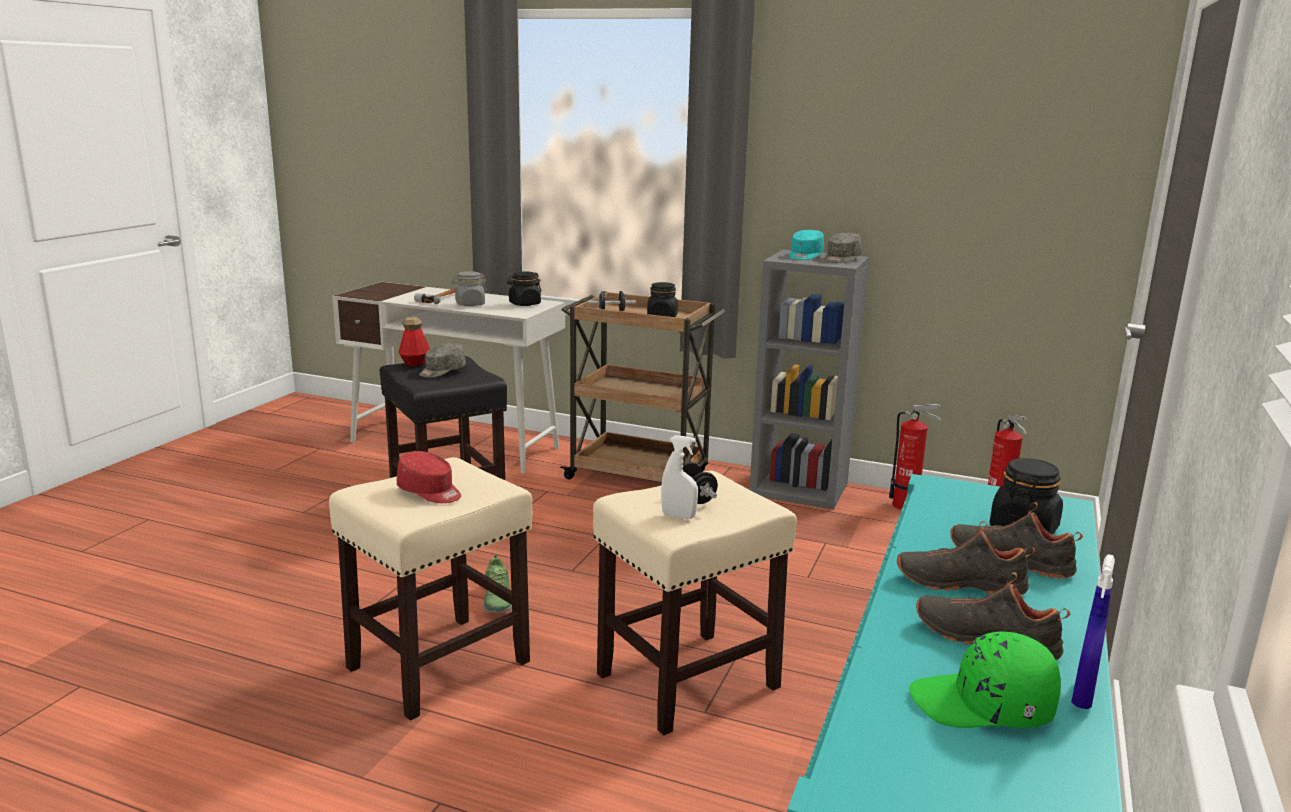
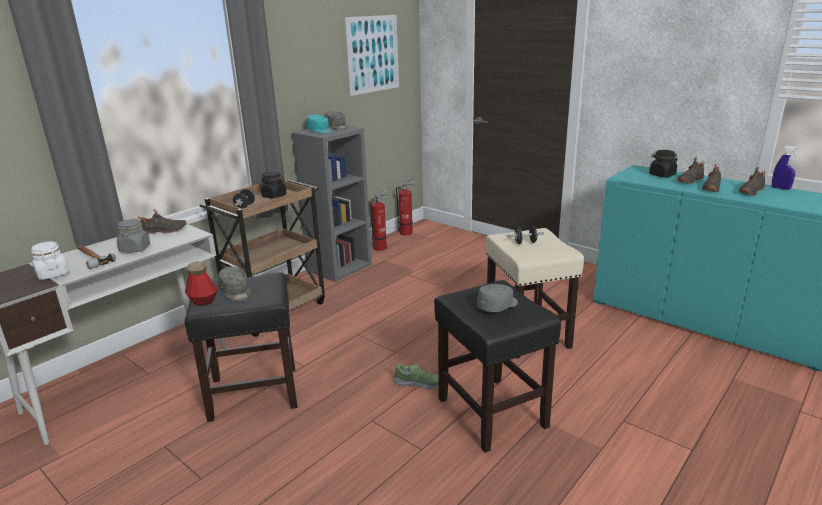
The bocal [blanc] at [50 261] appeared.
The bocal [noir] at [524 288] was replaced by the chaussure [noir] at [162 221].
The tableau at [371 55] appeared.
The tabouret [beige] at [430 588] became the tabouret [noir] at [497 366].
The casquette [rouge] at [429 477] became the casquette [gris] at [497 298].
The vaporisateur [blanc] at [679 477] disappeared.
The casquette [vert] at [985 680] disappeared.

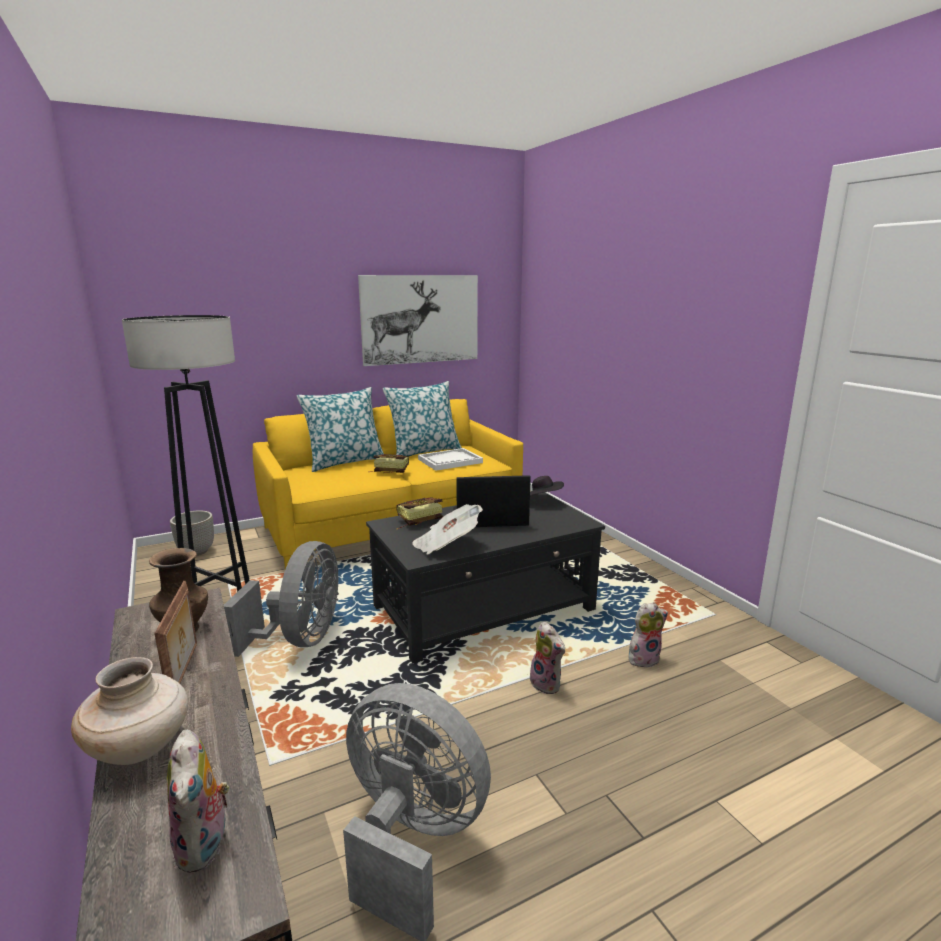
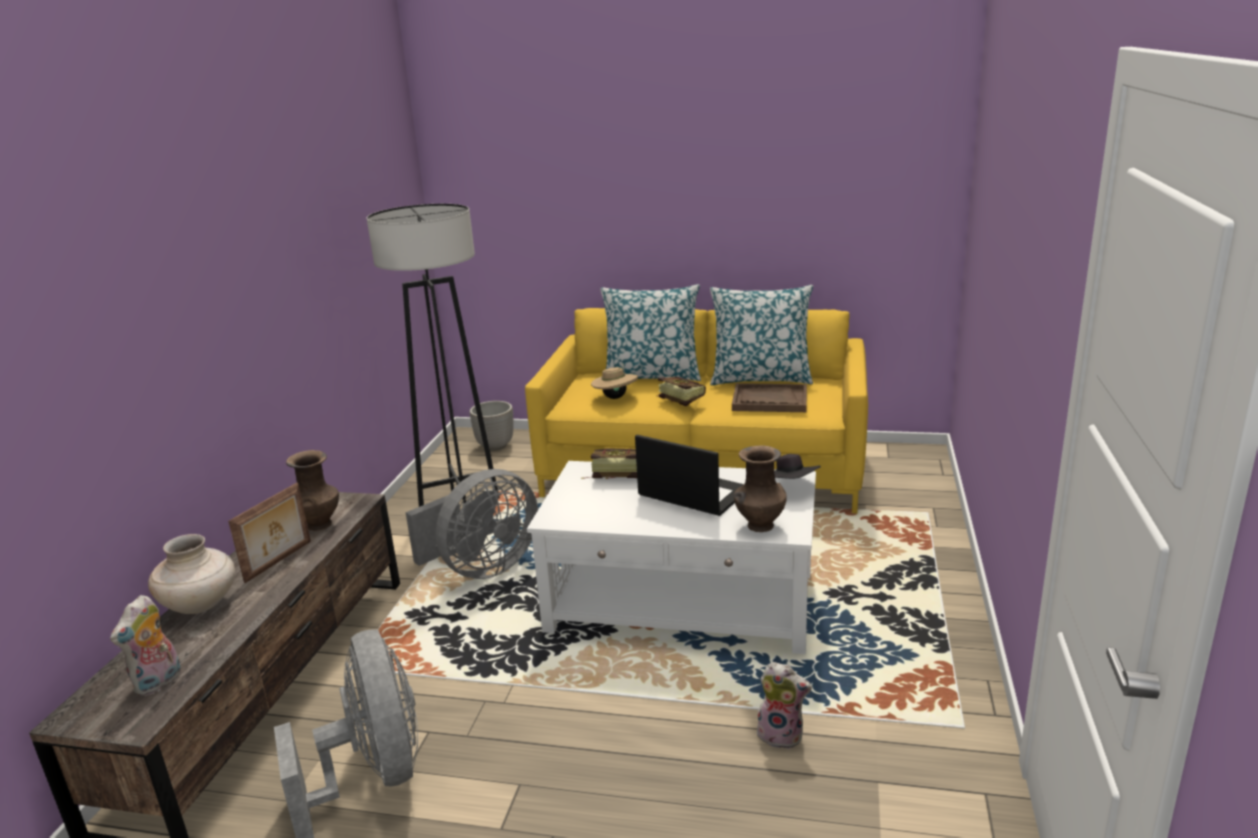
The table basse [noir] at [485 577] became the table basse [blanc] at [671 557].
The chapeau [beige] at [614 381] appeared.
The plateau [blanc] at [450 459] became the plateau [marron] at [769 397].
The vase [marron] at [760 488] appeared.
The tableau at [418 320] disappeared.
The journal at [447 529] disappeared.
The peluche at [546 658] disappeared.

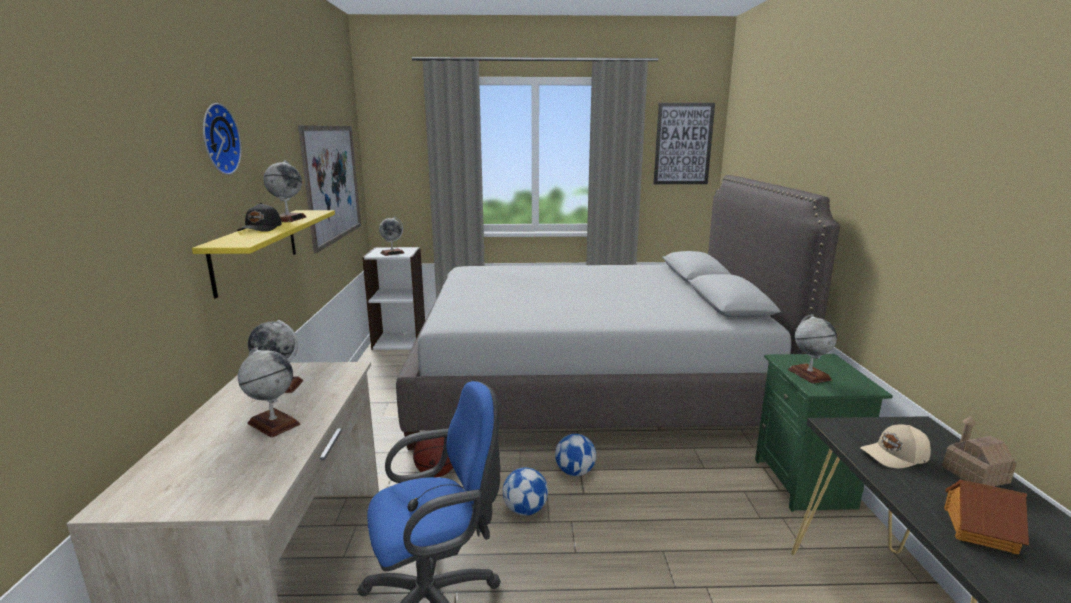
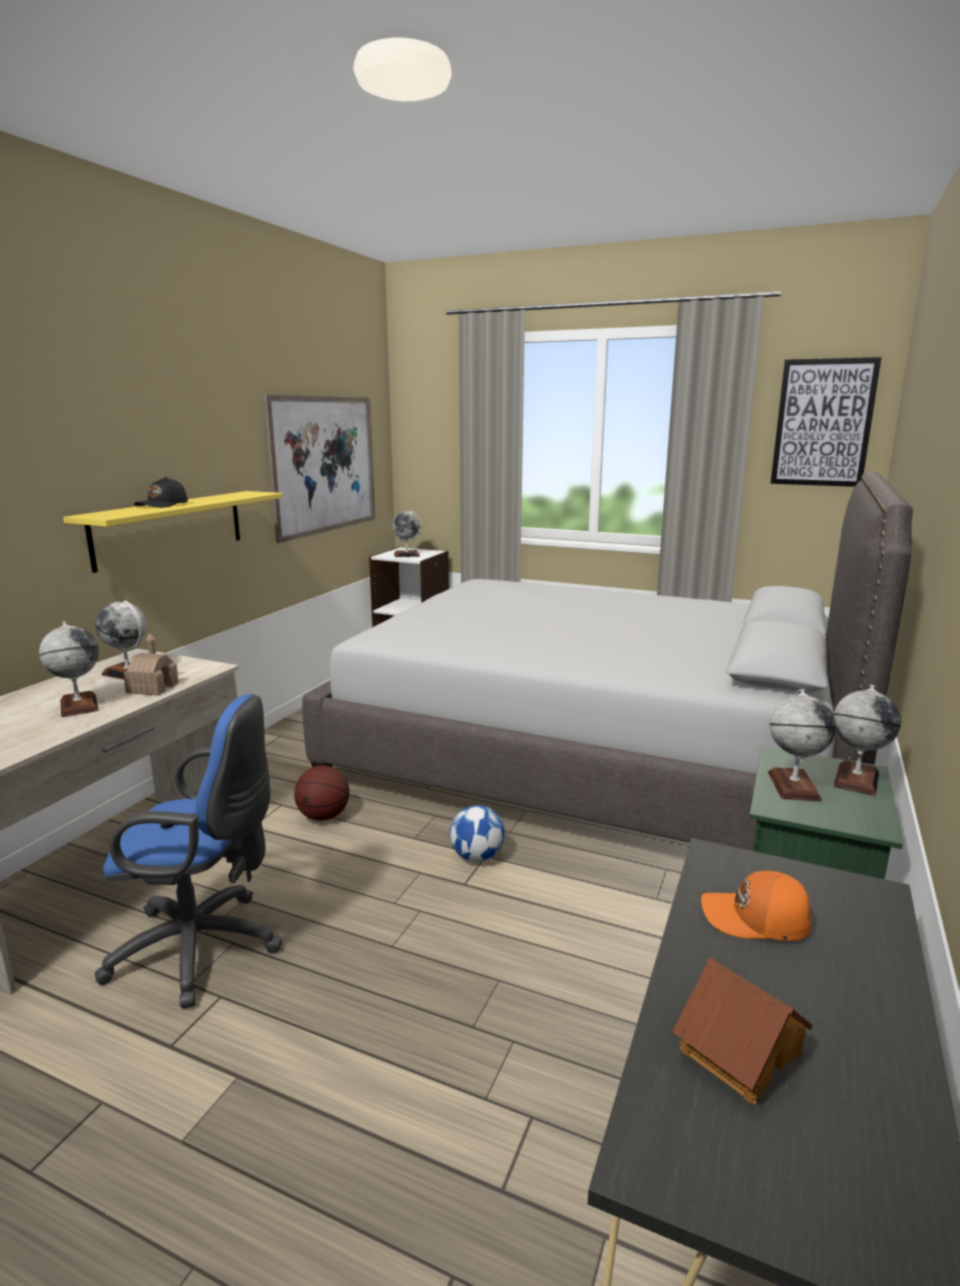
The maison miniature moved from [979 451] to [151 665].
The casquette [beige] at [895 446] became the casquette [orange] at [756 906].
The globe moved from [284 191] to [867 740].
The horloge murale at [222 139] disappeared.
The ballon de foot at [525 491] disappeared.

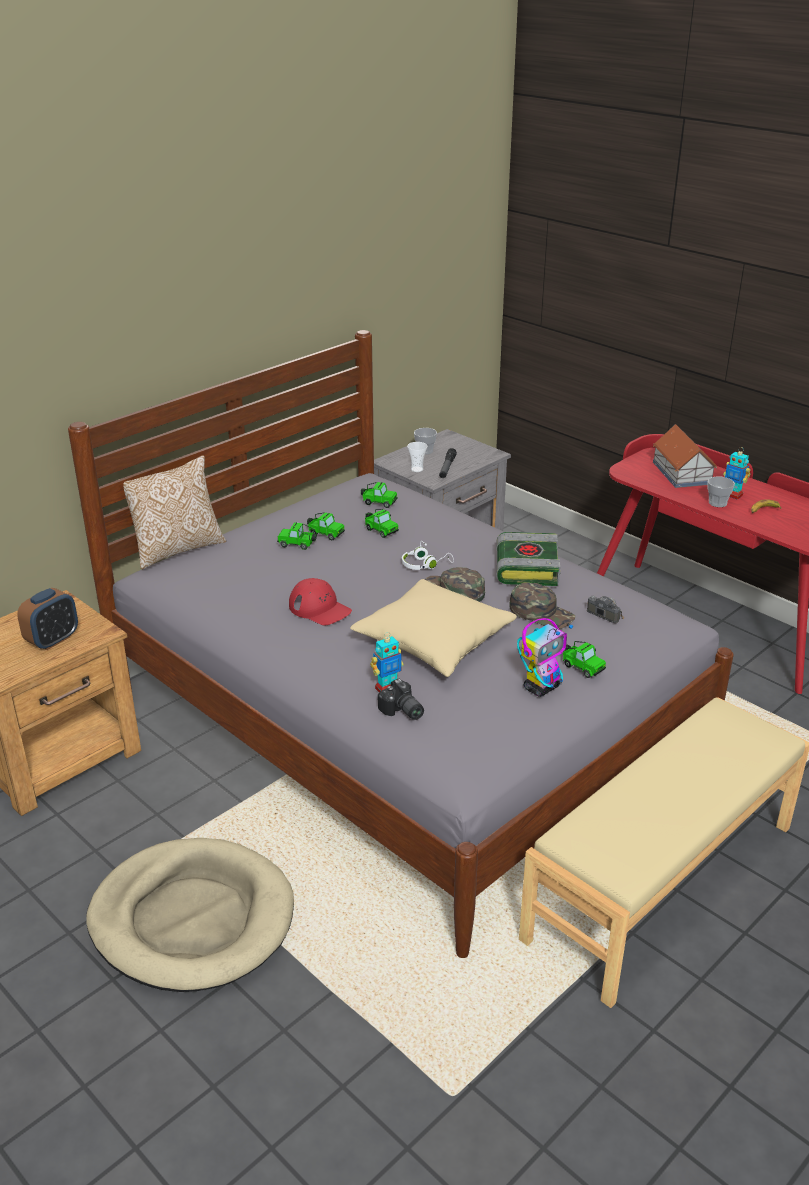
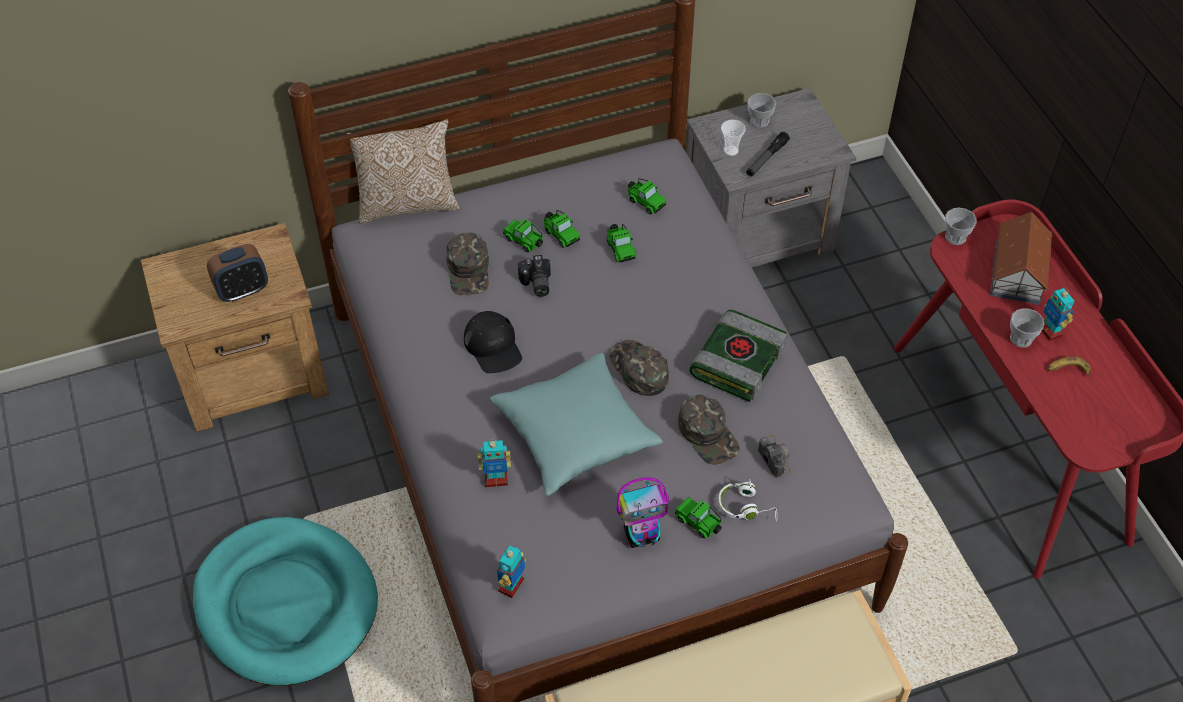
The panier pour chien [beige] at [190 915] became the panier pour chien [turquoise] at [285 601].
The casquette [vert] at [467 264] appeared.
The casquette [rouge] at [320 601] became the casquette [noir] at [493 342].
The coussin [beige] at [433 628] became the coussin [turquoise] at [576 424].
The robot jouet at [511 571] appeared.
The appareil photo moved from [401 699] to [534 276].
The petite voiture at [584 659] turned 150 degrees clockwise.
The casque audio [blanc] moved from [428 555] to [747 500].
The tasse at [961 226] appeared.

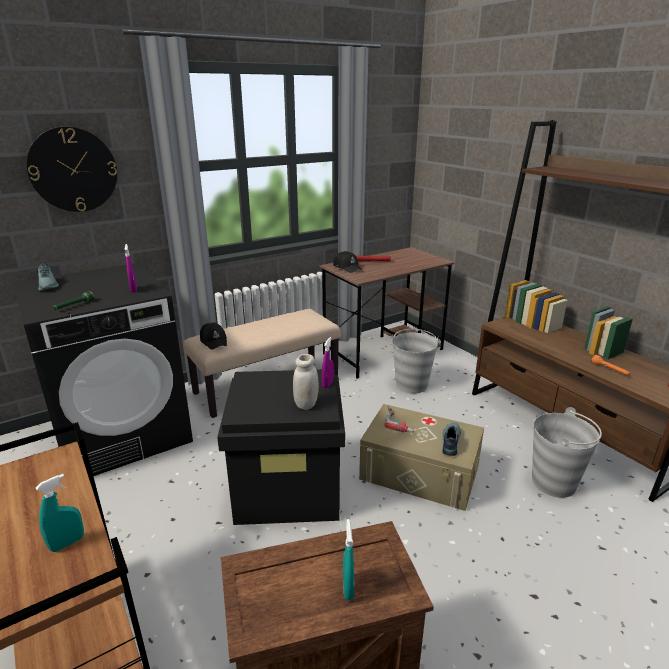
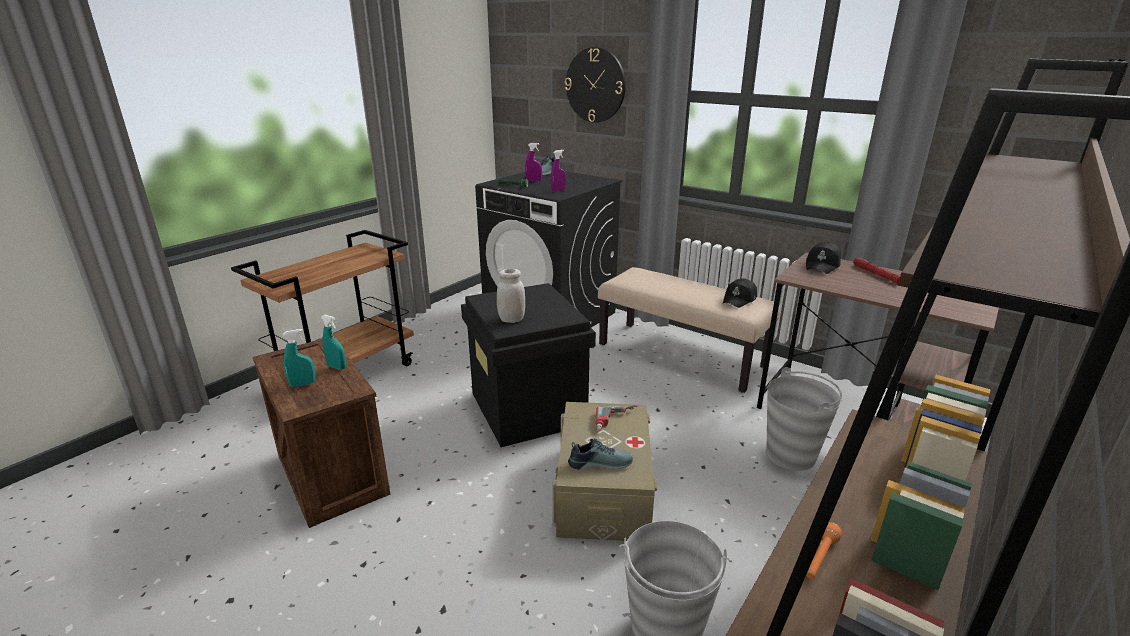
The vaporisateur [turquoise] moved from [60 513] to [333 342].
The vaporisateur [violet] moved from [328 362] to [533 162].
The casquette [noir] moved from [213 336] to [740 293].

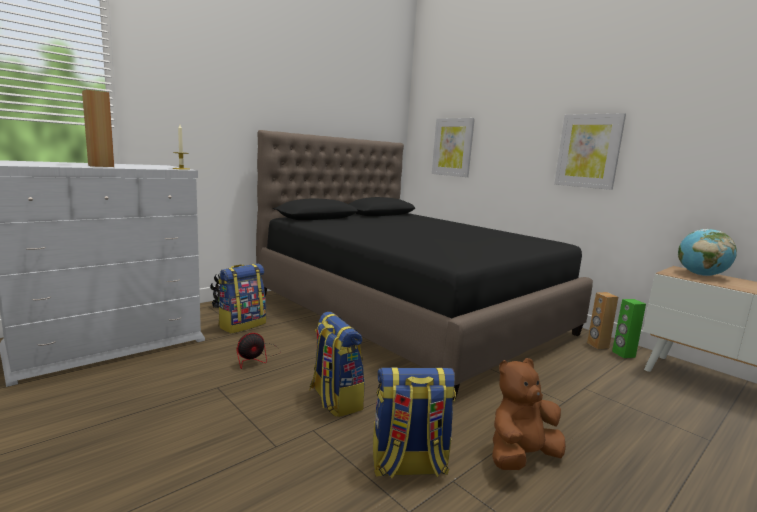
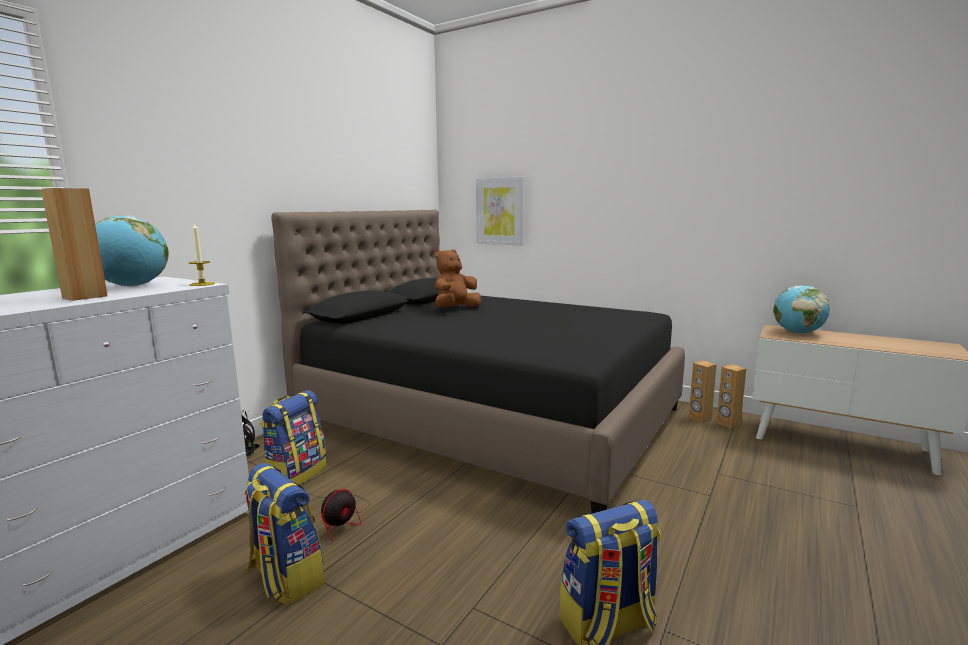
The globe at [132 251] appeared.
The sac à dos moved from [337 364] to [284 534].
The peluche [marron] moved from [529 414] to [458 278].
The enceinte [vert] at [629 328] became the enceinte [marron] at [731 396].
The tableau at [590 151] disappeared.

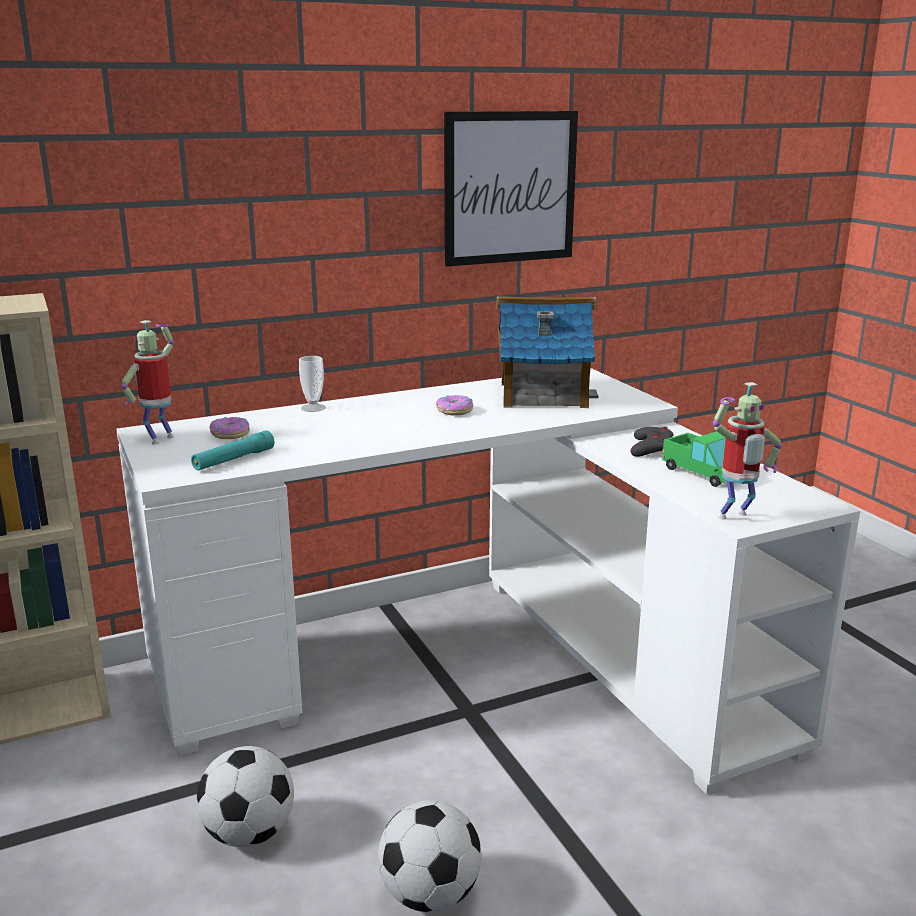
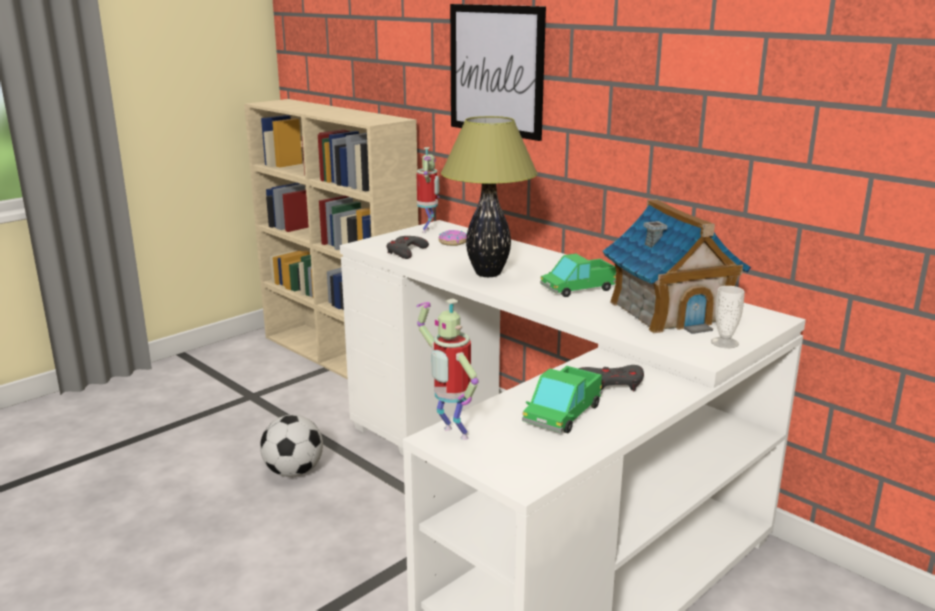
The lampe de poche [turquoise] at [232 450] was replaced by the manette [gris] at [407 247].
The robot jouet at [147 382] turned 90 degrees clockwise.
The lampe de table at [489 196] appeared.
The tableau moved from [511 189] to [498 72].
The beignet at [454 405] was replaced by the camion jouet at [578 275].
The tasse moved from [312 384] to [728 317].
The ballon de foot at [429 856] disappeared.

